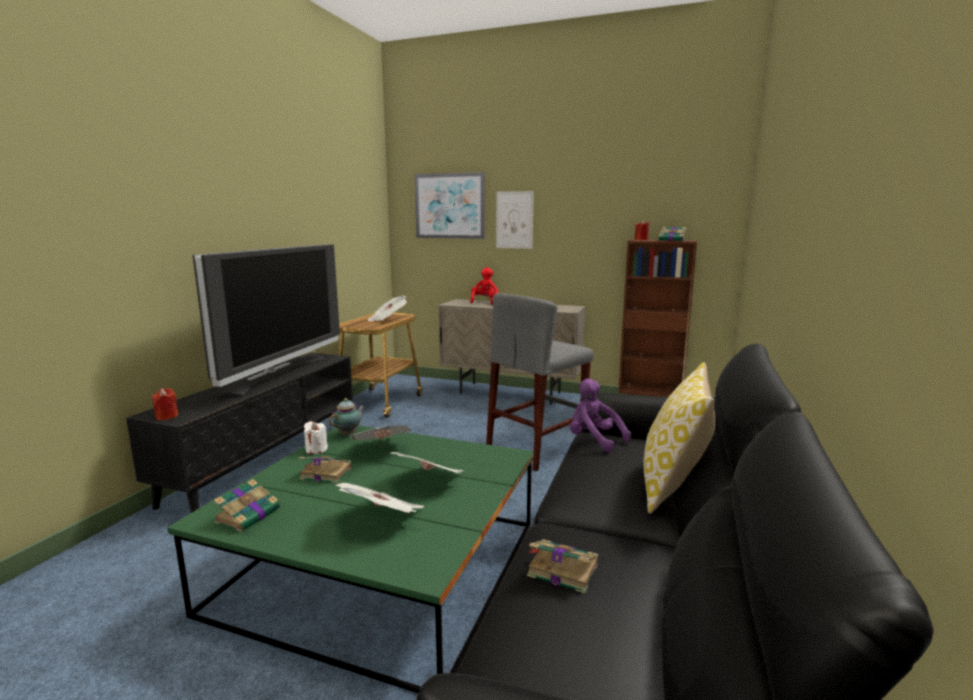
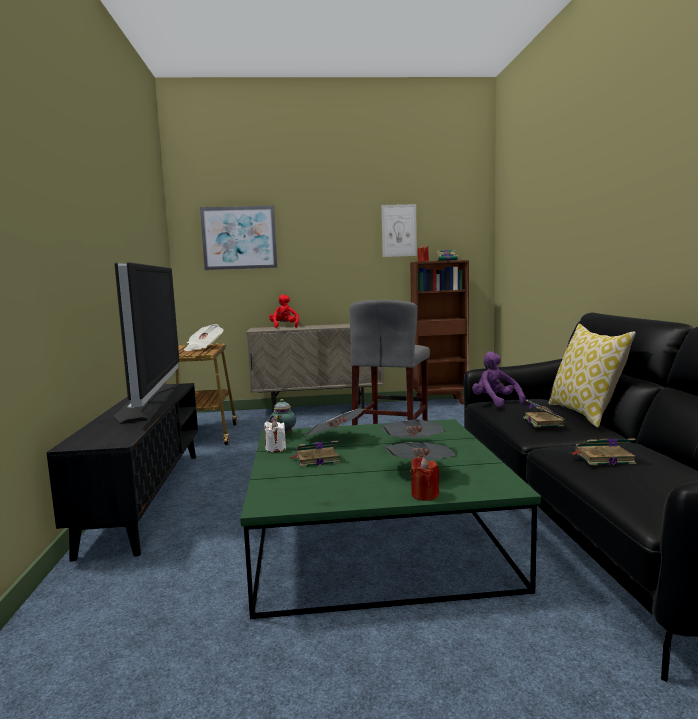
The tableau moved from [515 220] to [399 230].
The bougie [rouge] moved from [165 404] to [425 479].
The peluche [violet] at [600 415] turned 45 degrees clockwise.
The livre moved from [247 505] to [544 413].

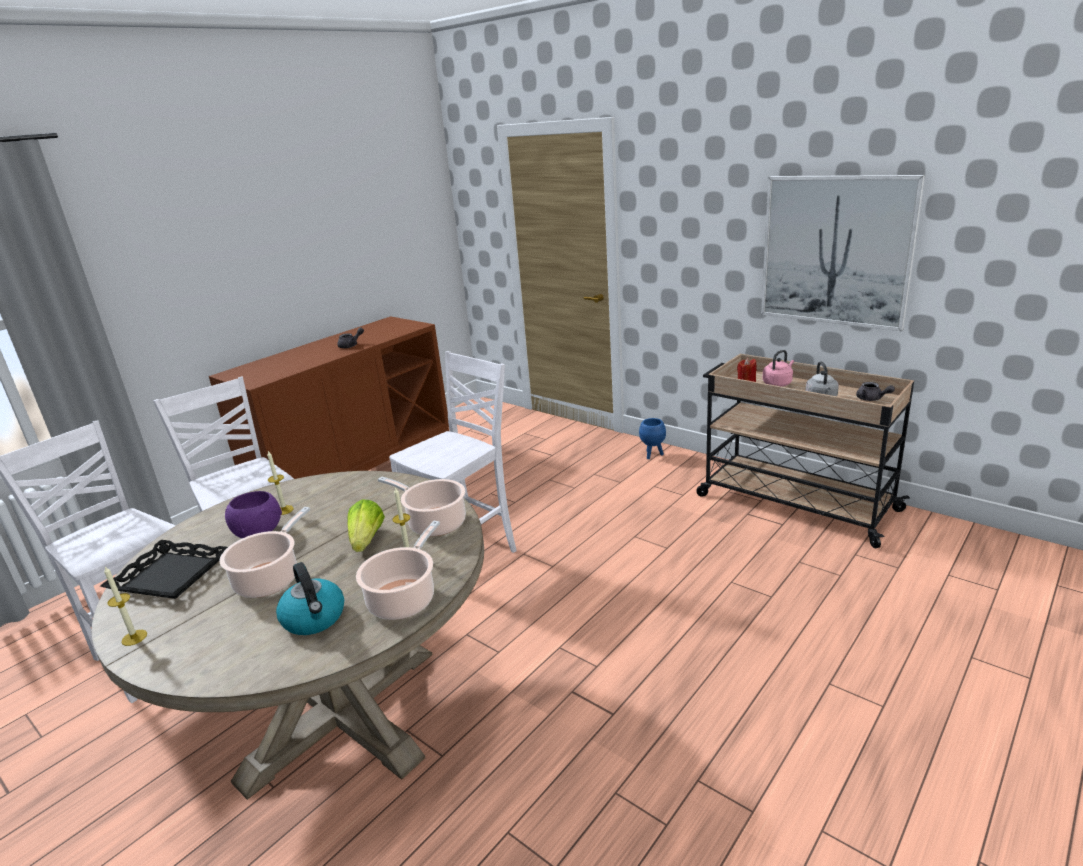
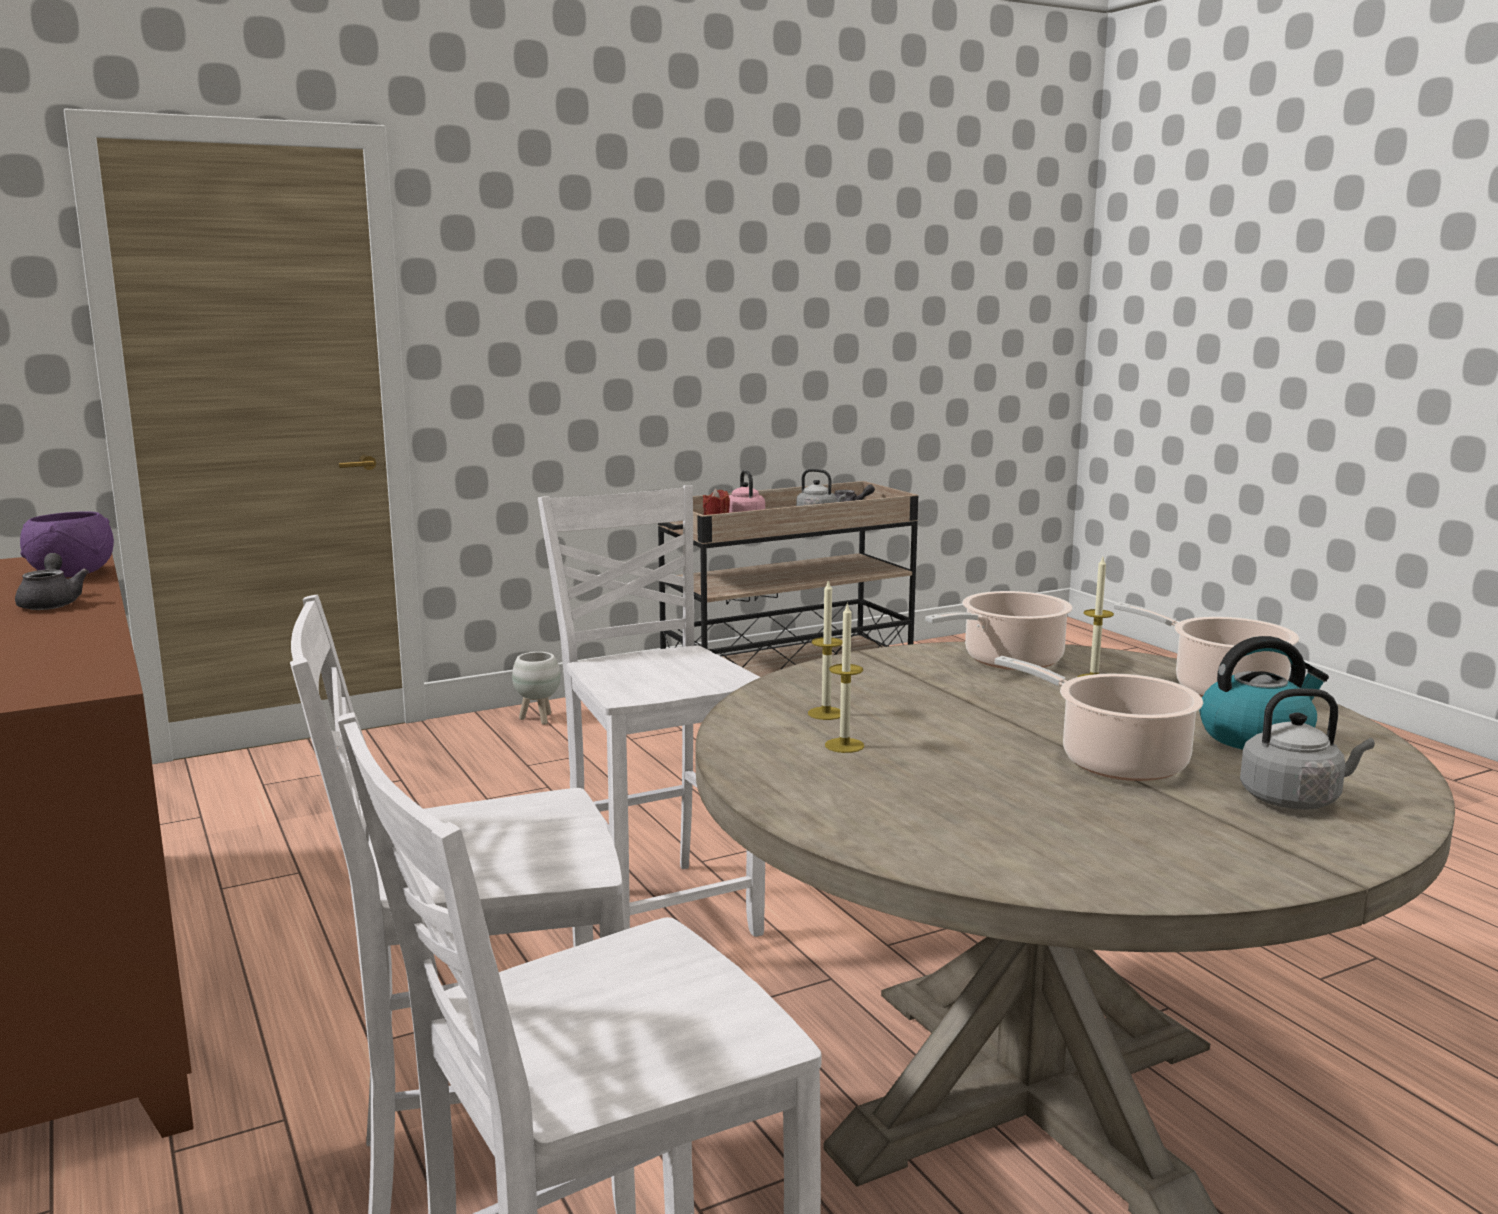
The bol [violet] moved from [253 514] to [67 544].
The cache-pot [bleu] at [652 438] became the cache-pot [blanc] at [536 688].
The bougie moved from [125 606] to [825 649].
The bouilloire [gris] at [1307 749] appeared.
The plateau [noir] at [164 569] disappeared.
The laitue at [366 525] disappeared.
The tableau at [843 253] disappeared.

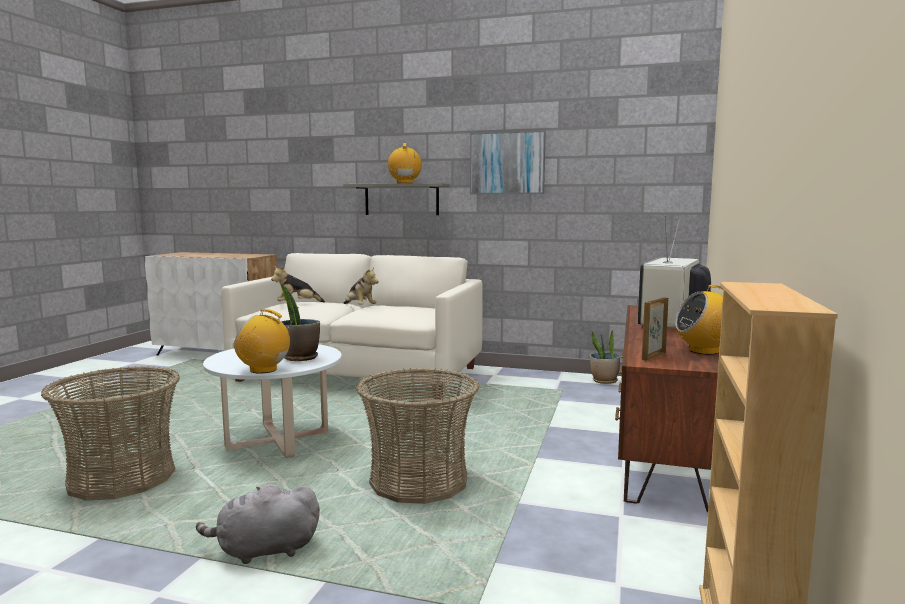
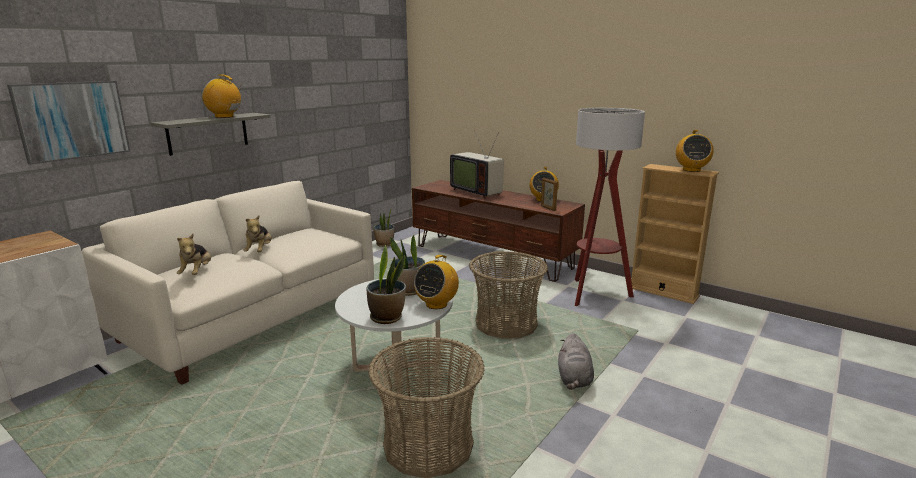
The tableau moved from [508 162] to [69 123].
The peluche at [361 285] turned 105 degrees clockwise.
The plante en pot at [386 284] appeared.
The lampadaire at [610 206] appeared.
The radio at [695 151] appeared.

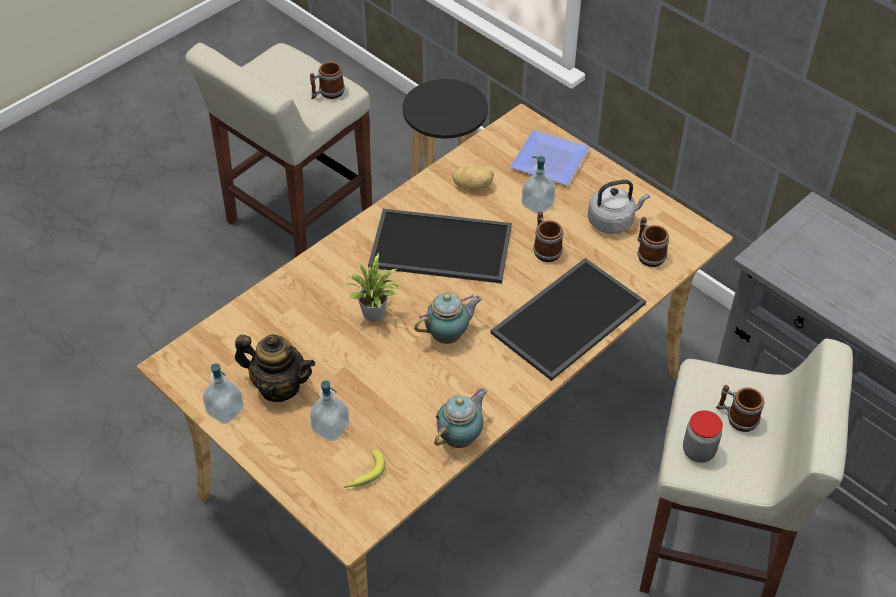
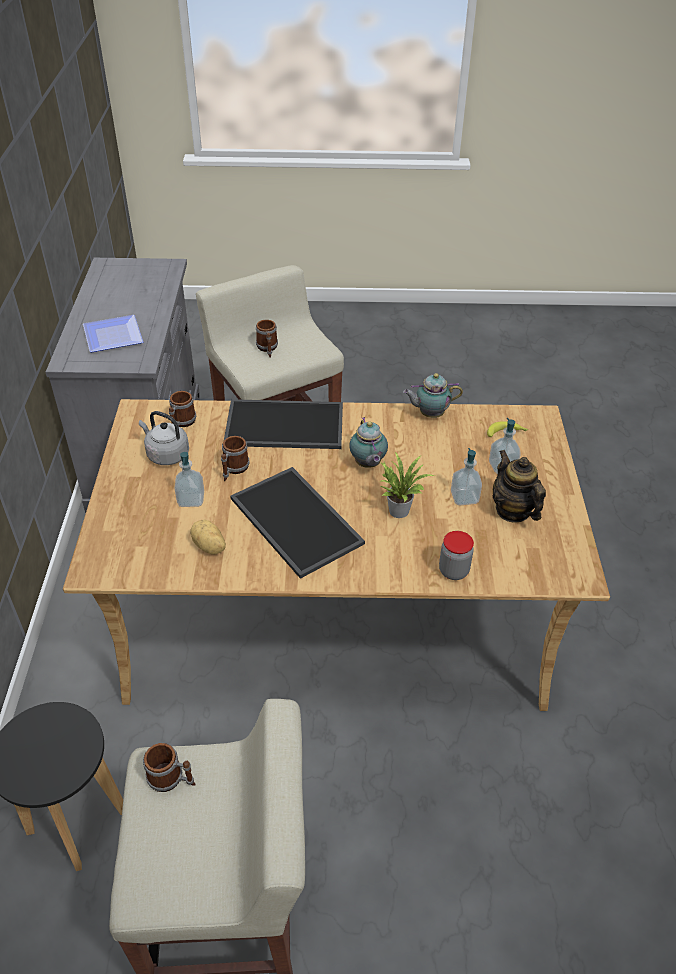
The assiette moved from [550 157] to [113 333].
The théière at [448 318] turned 120 degrees counterclockwise.
The bocal moved from [703 436] to [456 555].
The distributeur de savon moved from [223 393] to [466 476].

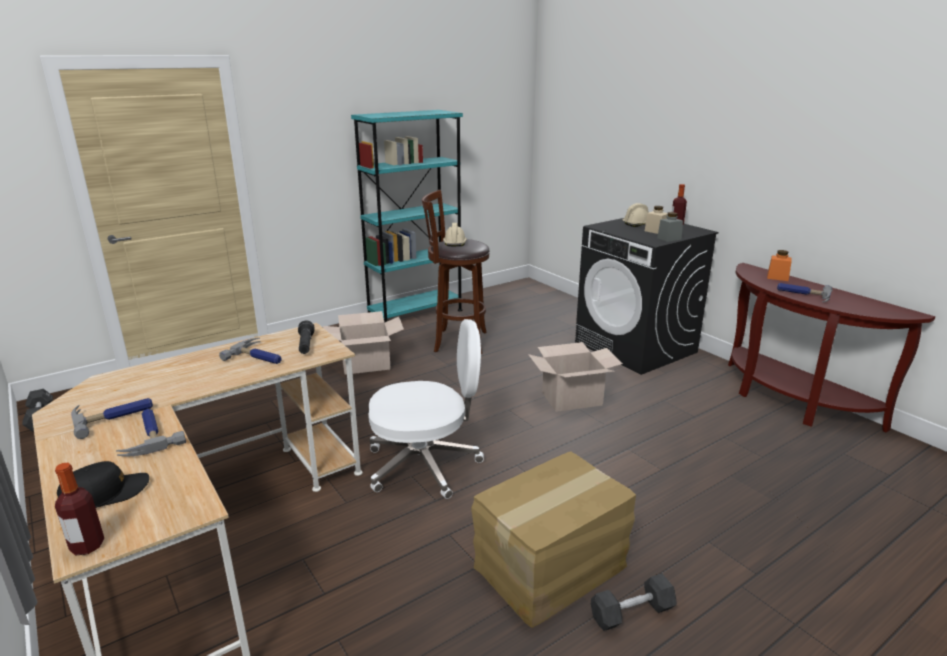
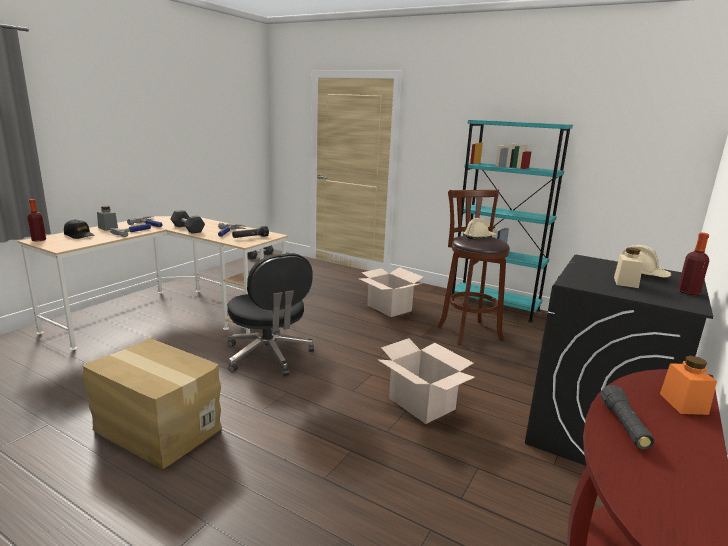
The bocal [gris] moved from [670 227] to [107 218].
The haltère [noir] moved from [634 602] to [188 222].
The chaise de bureau [blanc] at [426 409] became the chaise de bureau [noir] at [270 314].
The marteau at [804 292] was replaced by the lampe de poche [noir] at [627 417].

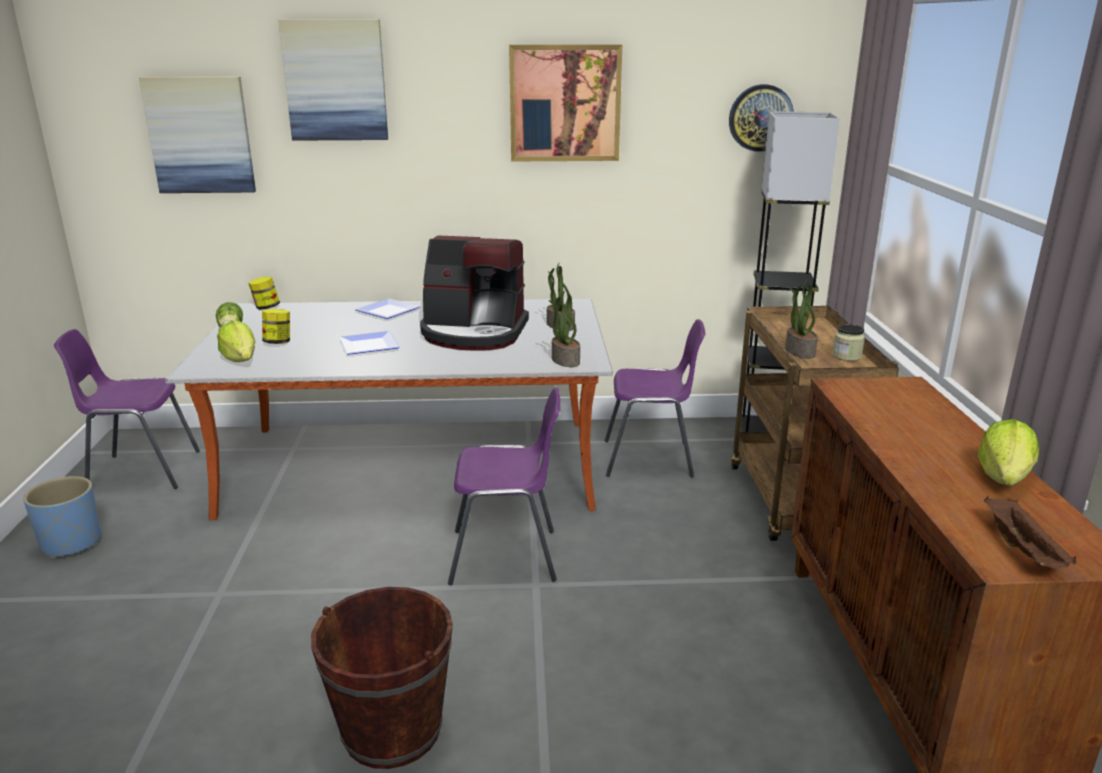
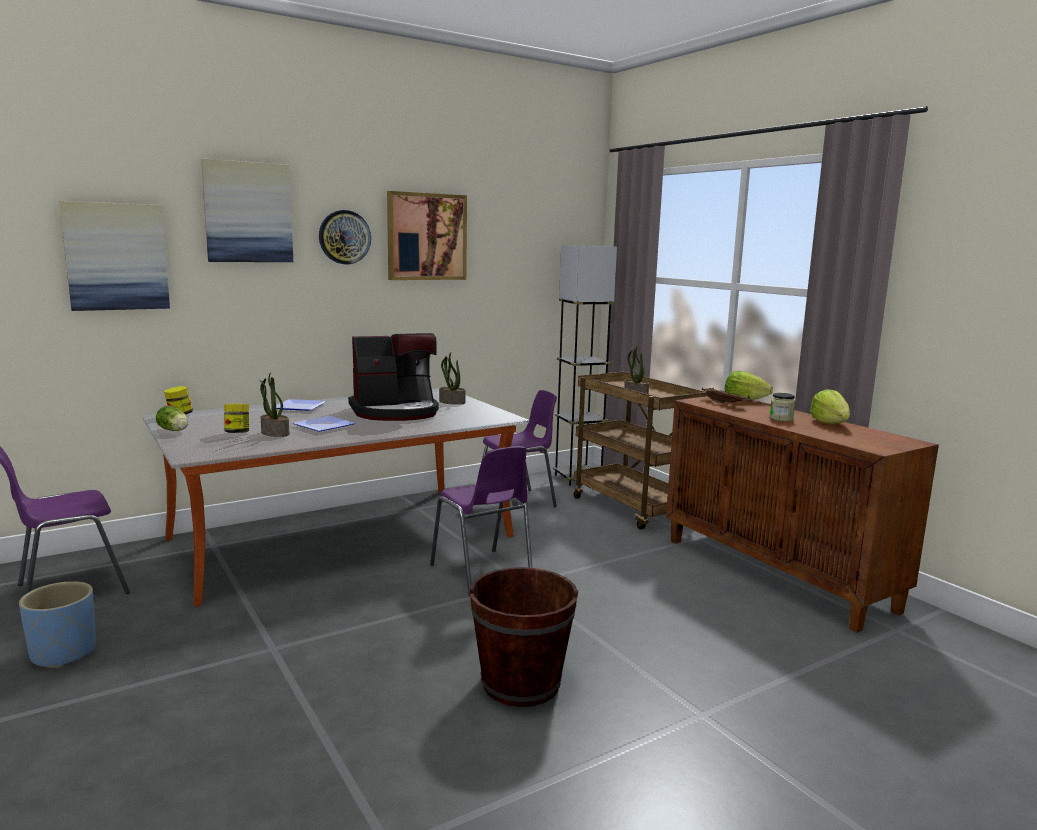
The plante en pot moved from [564 328] to [274 404].
The horloge murale moved from [761 118] to [345 237].
The chaise [violet] at [504 486] turned 90 degrees clockwise.
The plateau [marron] moved from [1030 532] to [725 396].
The laitue moved from [236 341] to [749 386].
The bocal moved from [849 342] to [782 407].

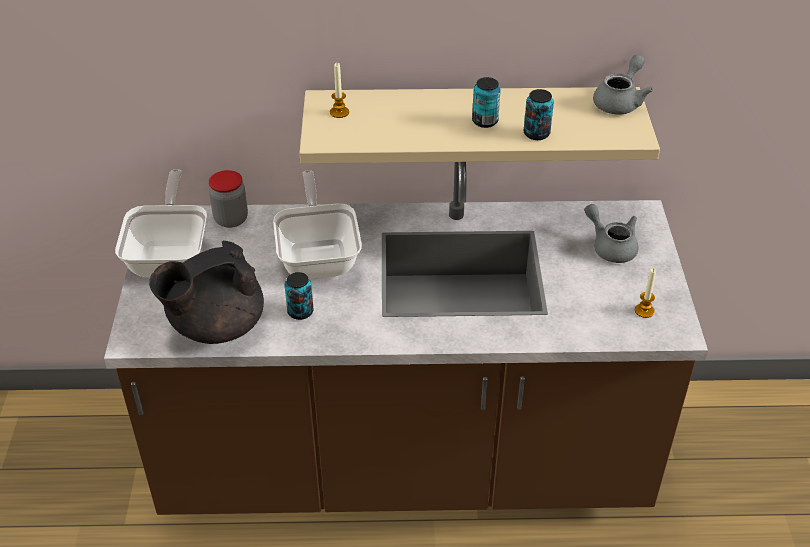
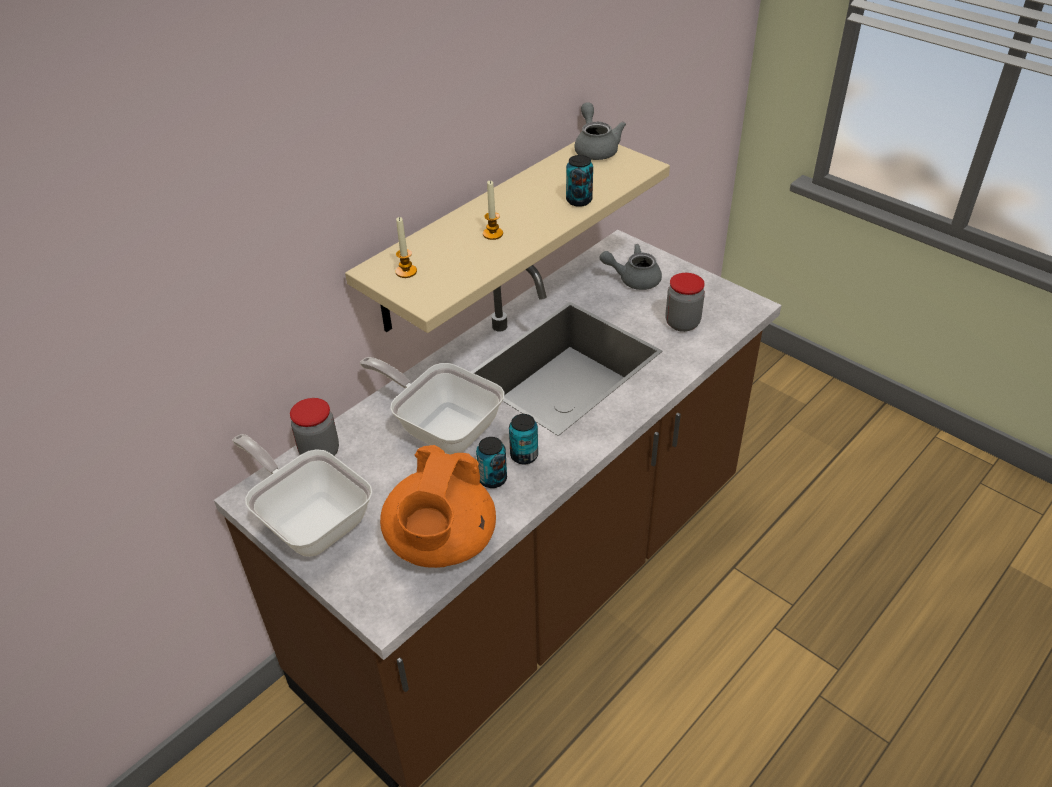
The théière [noir] at [206 292] became the théière [orange] at [438 506].
The bougie moved from [645 293] to [493 210].
The boîte métallique moved from [486 102] to [523 439].
The bocal at [685 302] appeared.

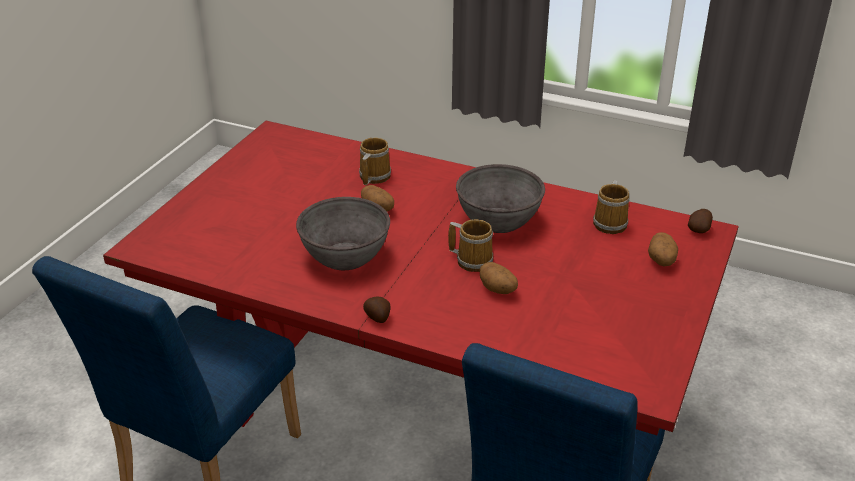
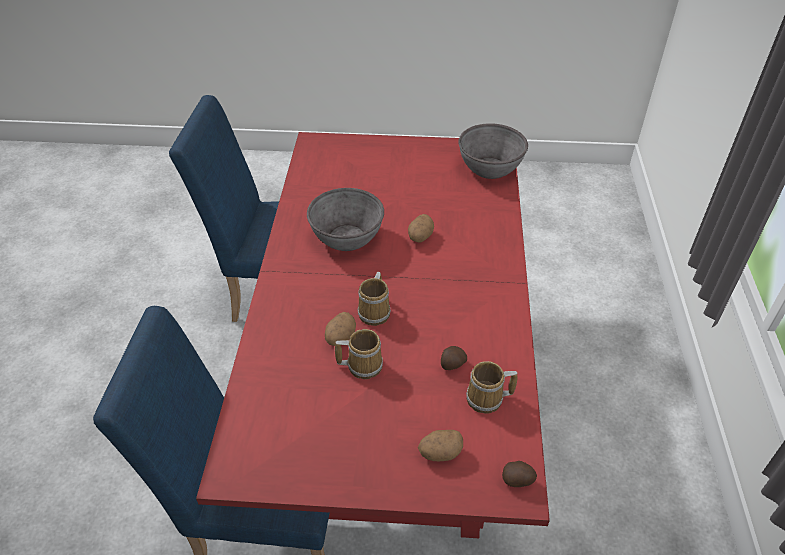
The mug moved from [375 161] to [359 354].
The pomme de terre moved from [377 310] to [454 358].
The bol [gris] moved from [500 198] to [493 151].

